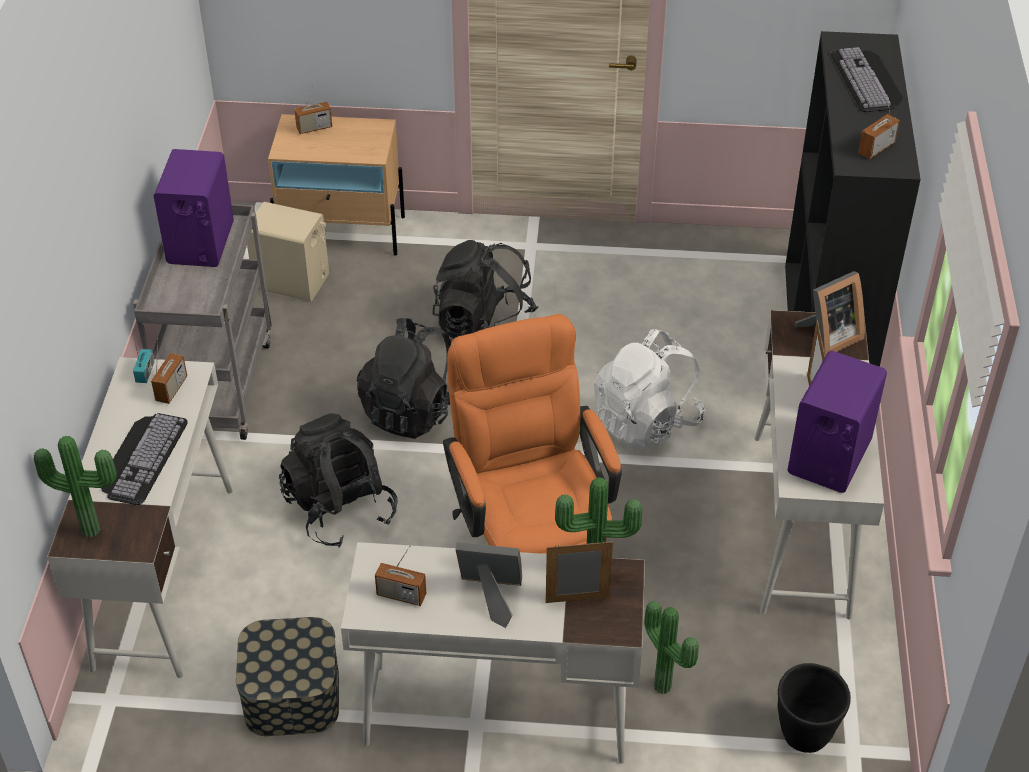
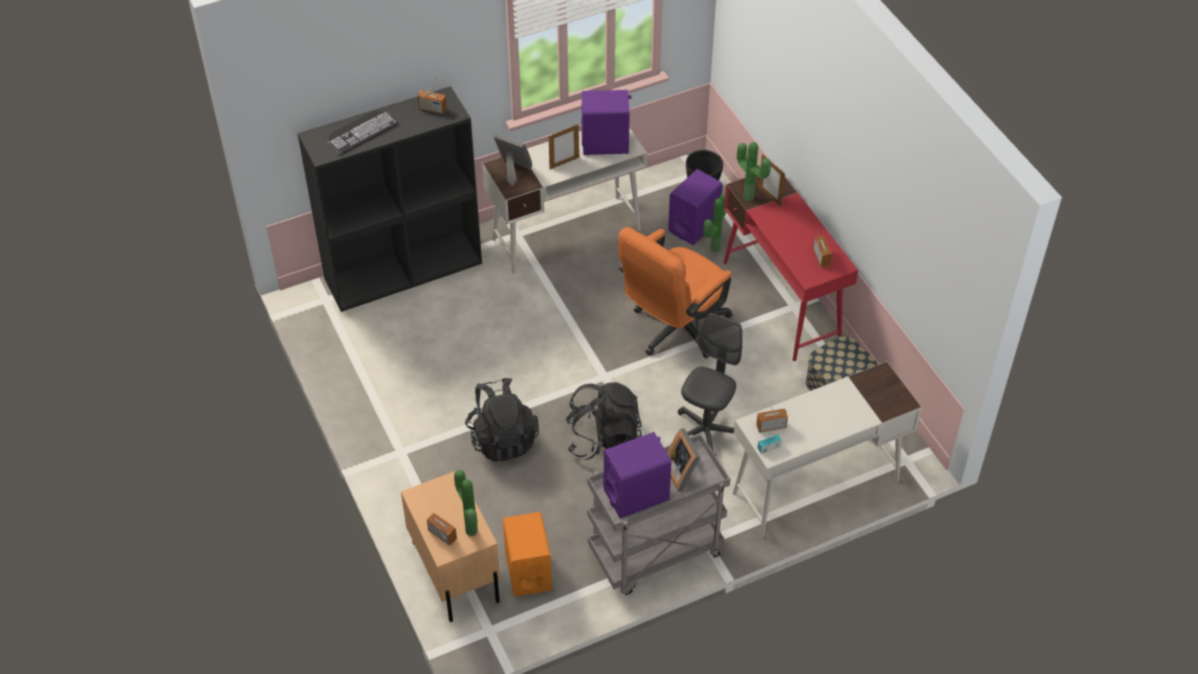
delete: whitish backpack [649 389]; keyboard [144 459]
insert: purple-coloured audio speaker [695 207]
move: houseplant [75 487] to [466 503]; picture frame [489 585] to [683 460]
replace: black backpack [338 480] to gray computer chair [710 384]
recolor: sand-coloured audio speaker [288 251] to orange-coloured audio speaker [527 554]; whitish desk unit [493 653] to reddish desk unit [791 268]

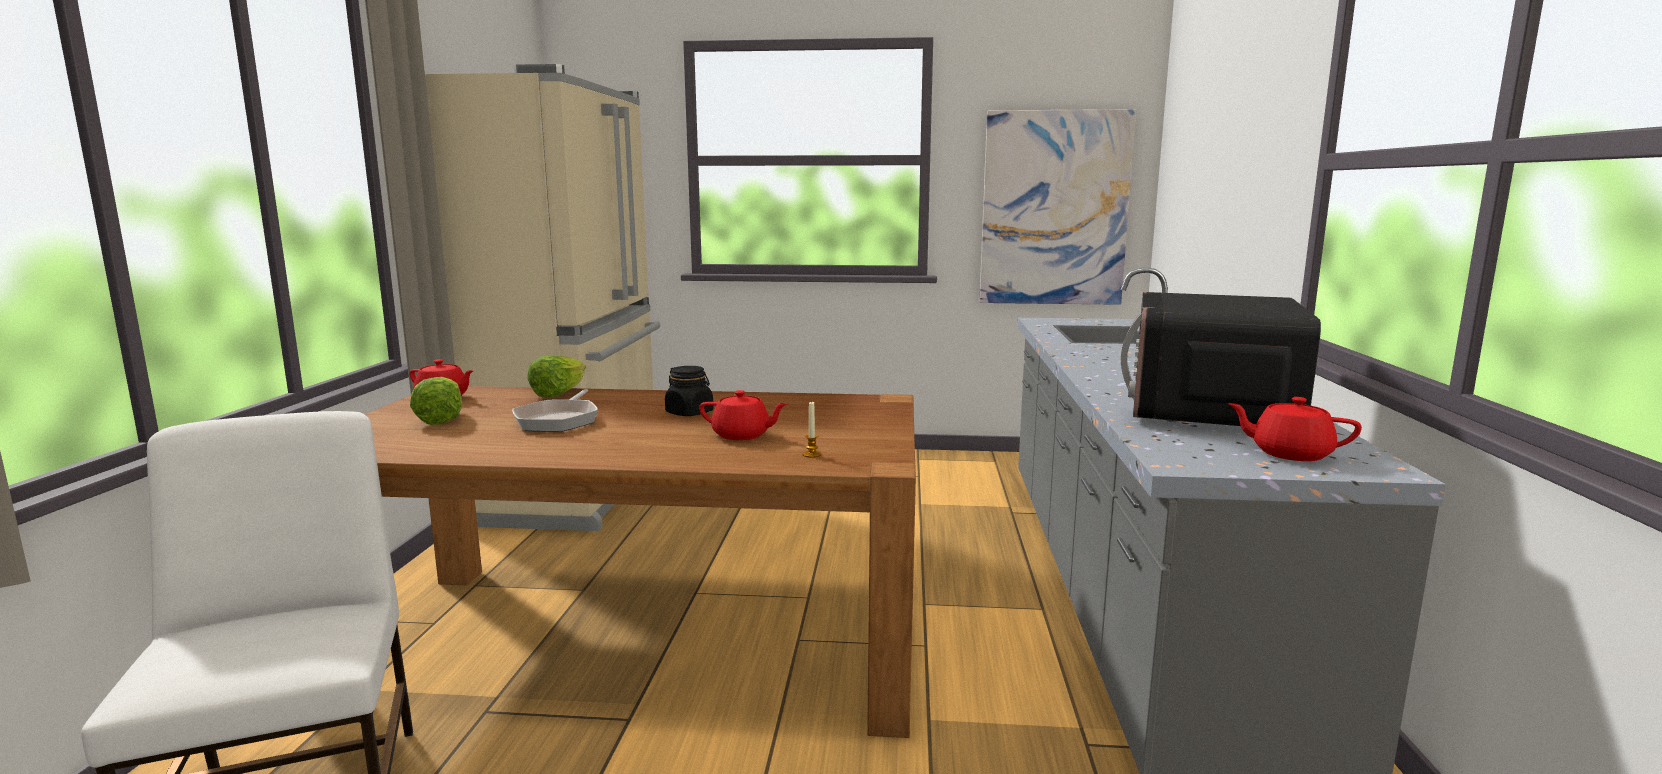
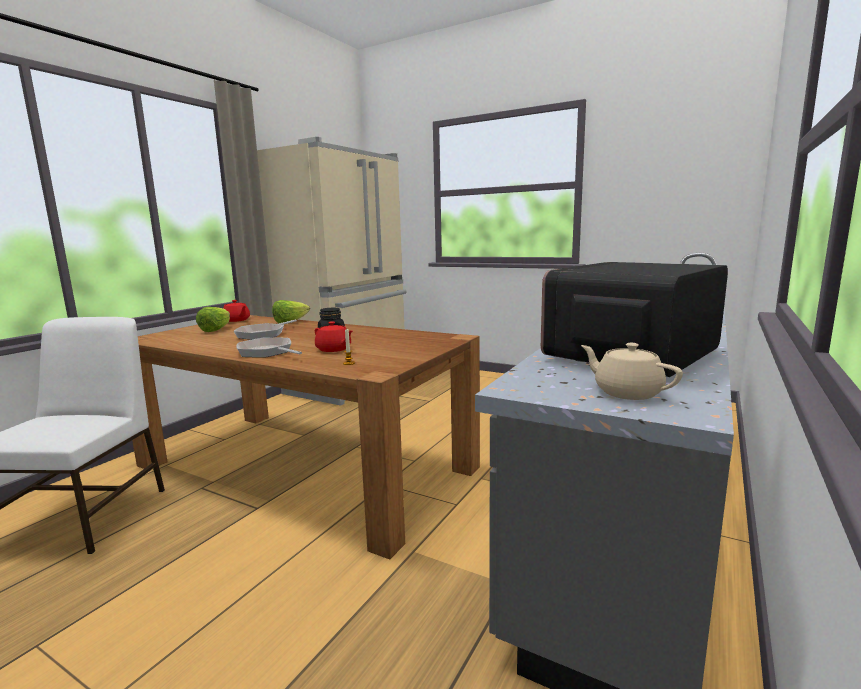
delete: wall art [1057 207]
insert: skillet [269 347]
recolor: reddish pot for tea [1294 429] to sand-coloured pot for tea [632 371]

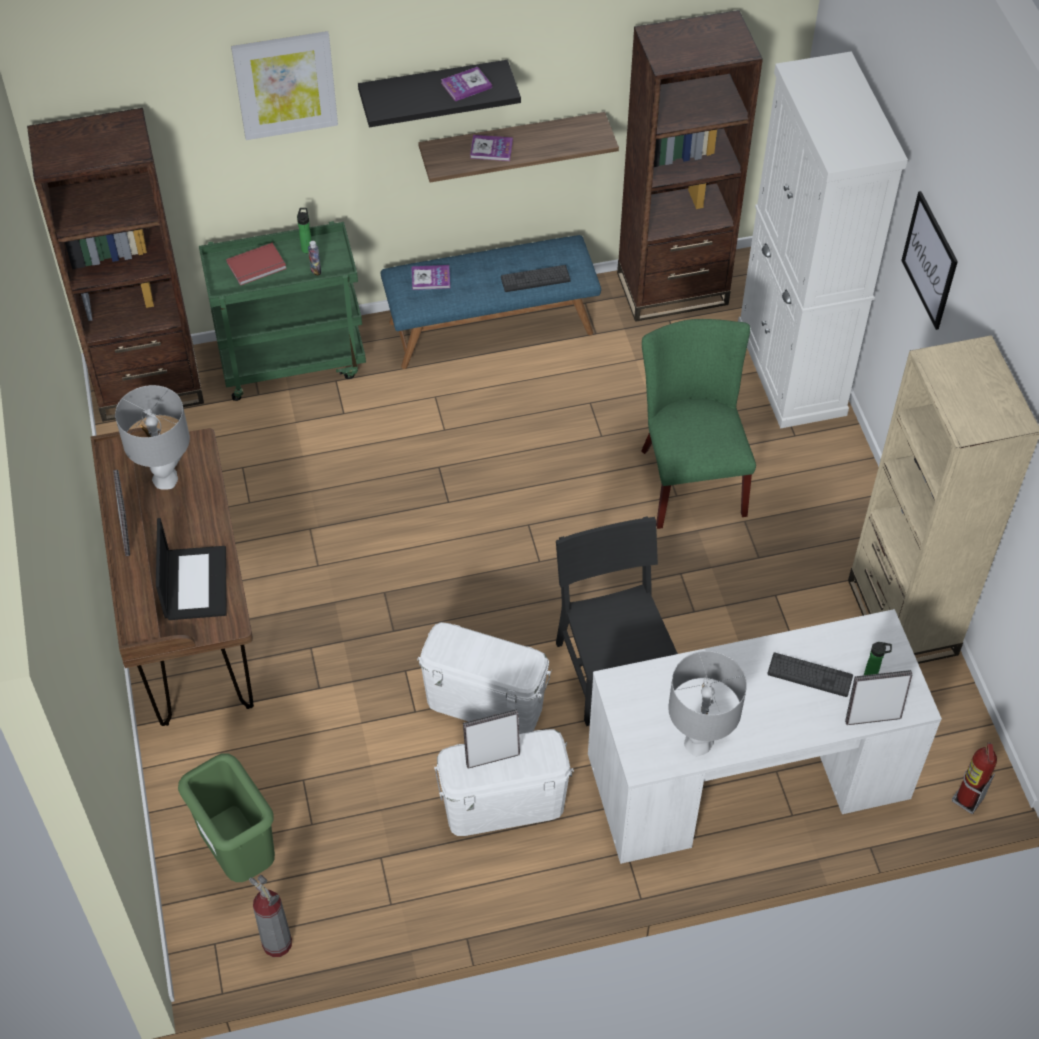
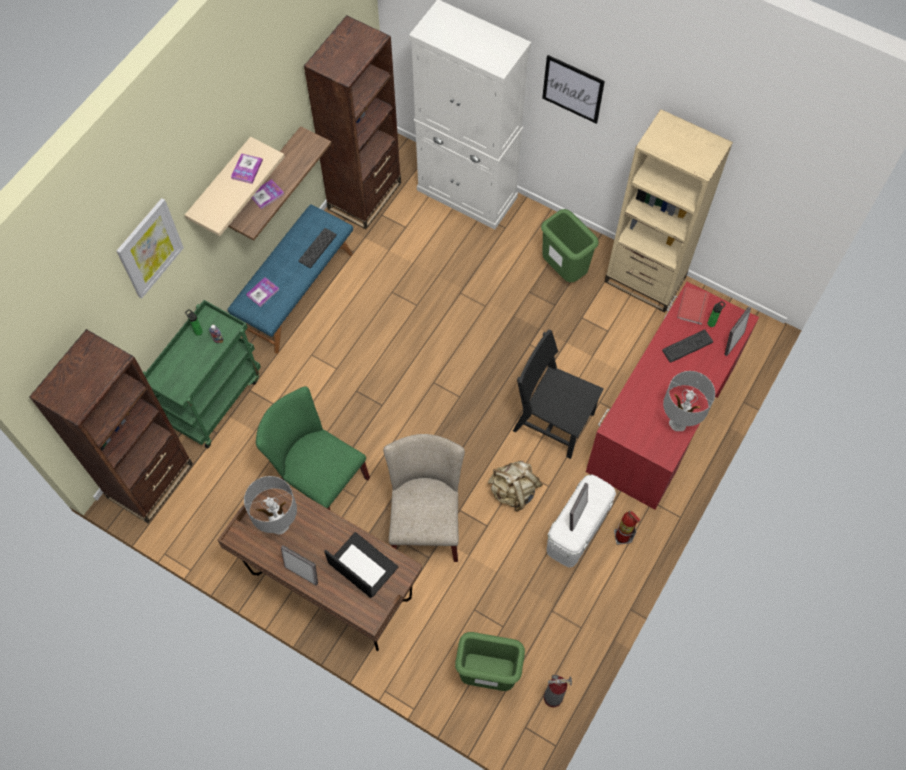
insert: green trash can [570 245]; sand-coloured chair [424 498]
move: reddish volume [256 264] to [693 306]; green chair [698 424] to [313 448]; fire-fighting cylinder [974 778] to [627 528]
replace: whitish storage box [484 678] to sand-coloured backpack [515 486]
recolor: black shelf [439 93] to sand-coloured shelf [235 186]; whitish desk unit [765 736] to reddish desk unit [672 396]

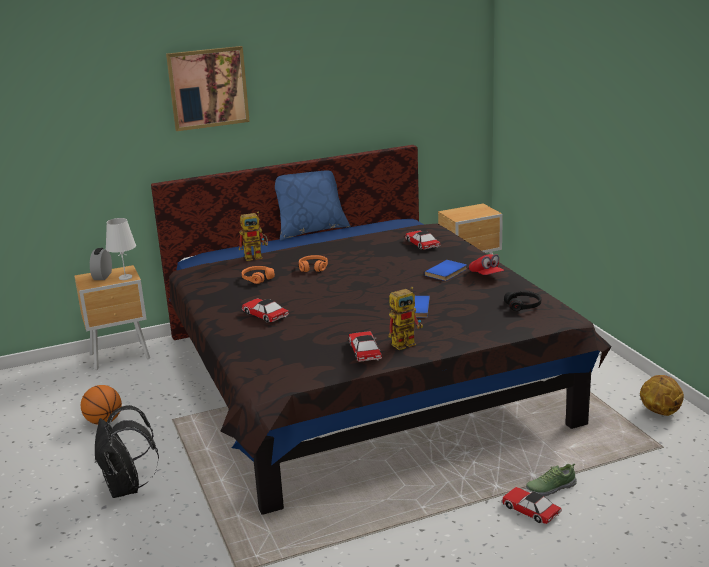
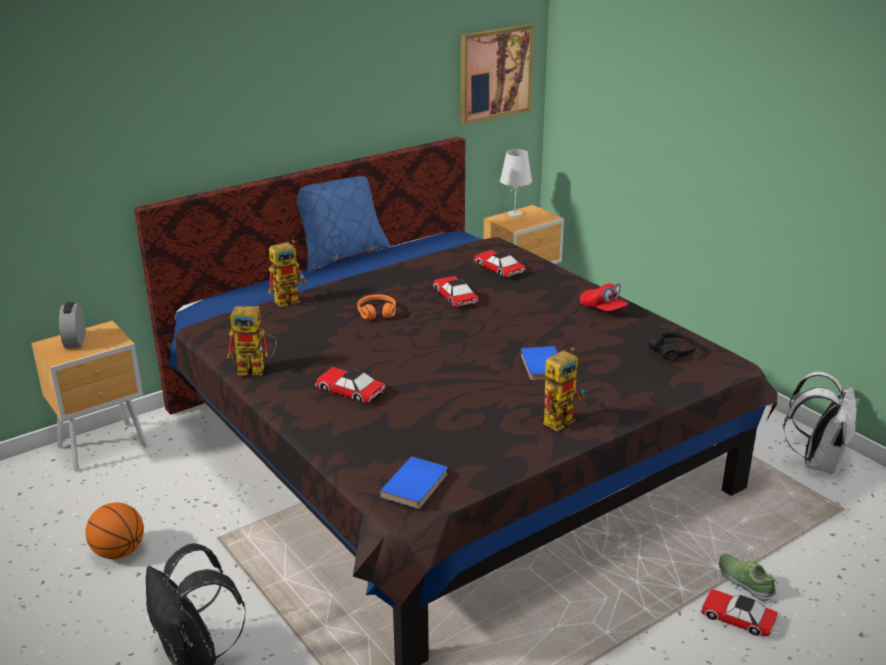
delete: orange-coloured pair of headphones [258 275]
insert: toy robot [252 341]
move: wall art [208 88] to [497 74]; whitish tabletop lamp [120 249] to [516 183]; blue volume [446 270] to [414 482]; toy car [365 346] to [456 291]
replace: ball for basketball [662 395] to whitish backpack [820 423]
rotate: item of footwear [551 480] = [747 577] 90 degrees clockwise

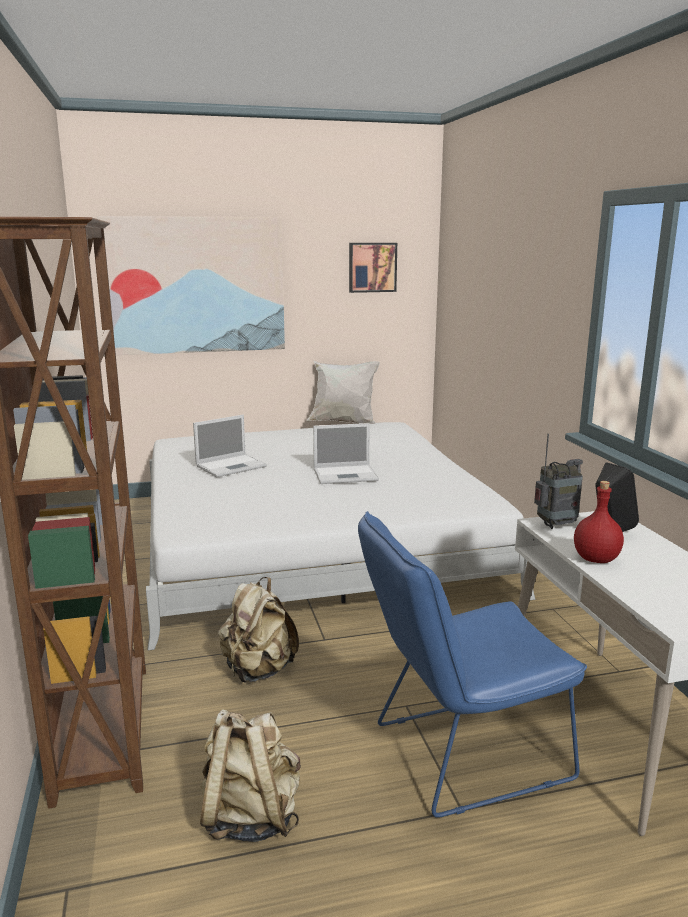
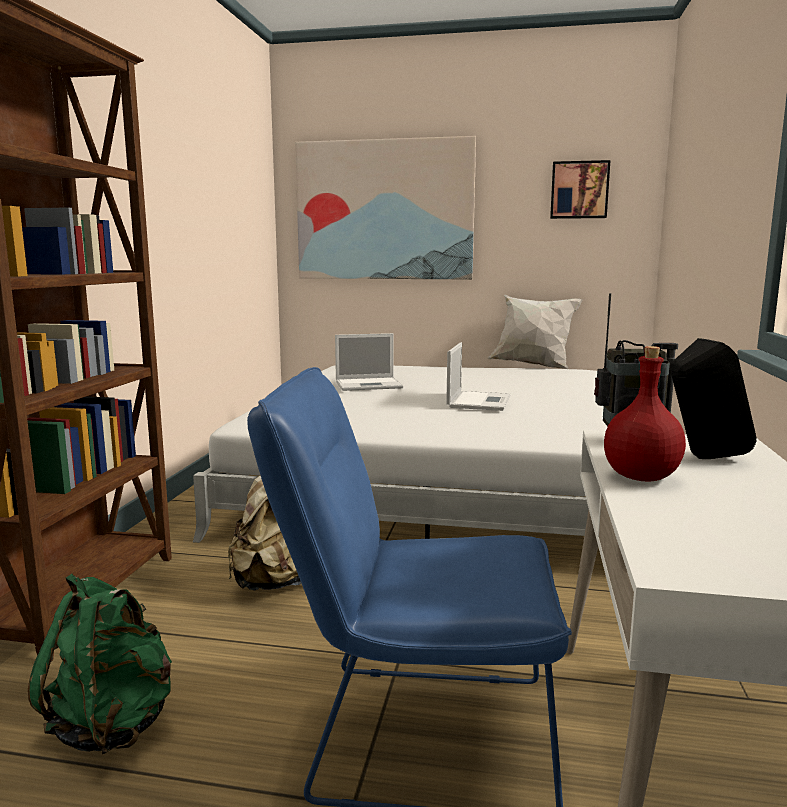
recolor: sand-coloured backpack [250 775] to green backpack [100 664]
rotate: portable computer [346 453] = [478 376] 90 degrees counterclockwise

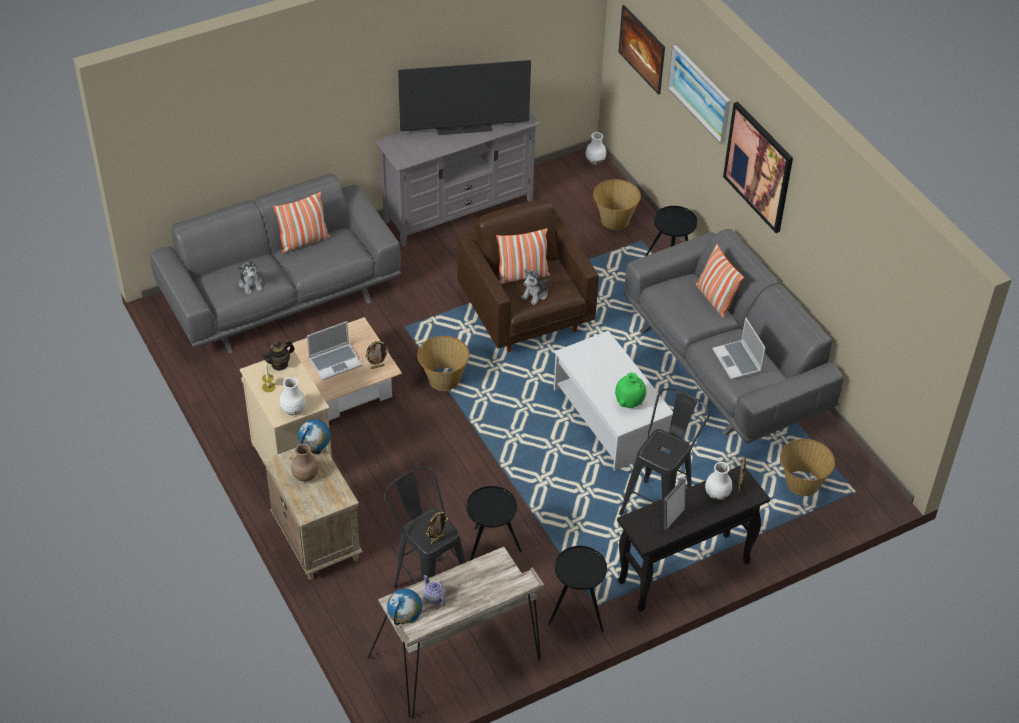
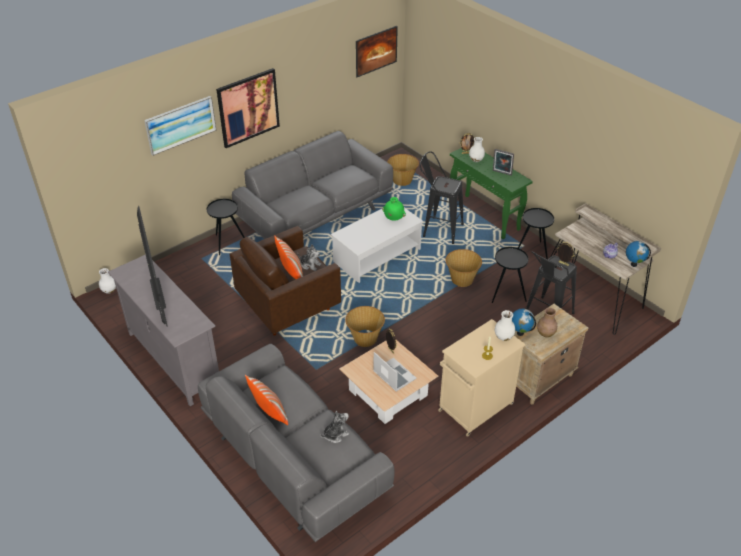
delete: pillow [720 281]; portable computer [738 348]; pot for tea [278 355]
move: wall art [641 50] to [377 51]; storage basket [617 204] to [464 268]
recolor: black console table [693 539] to green console table [491 193]

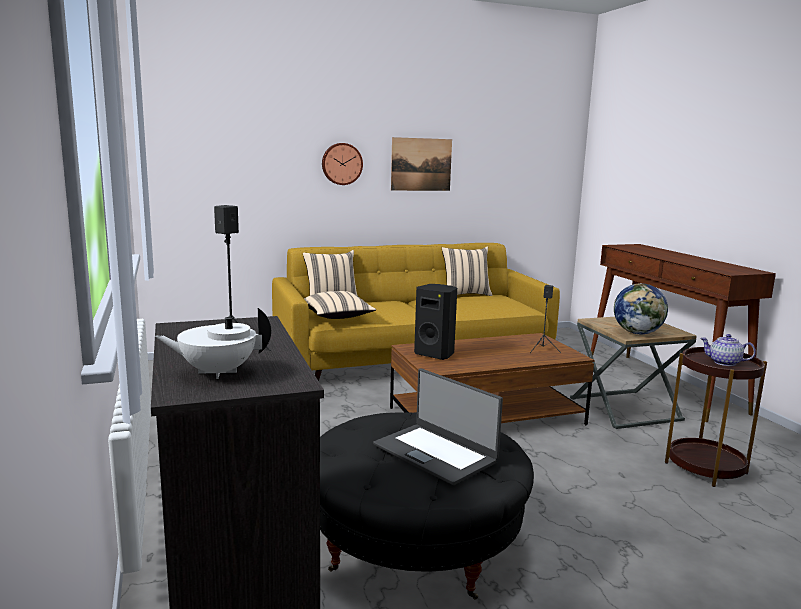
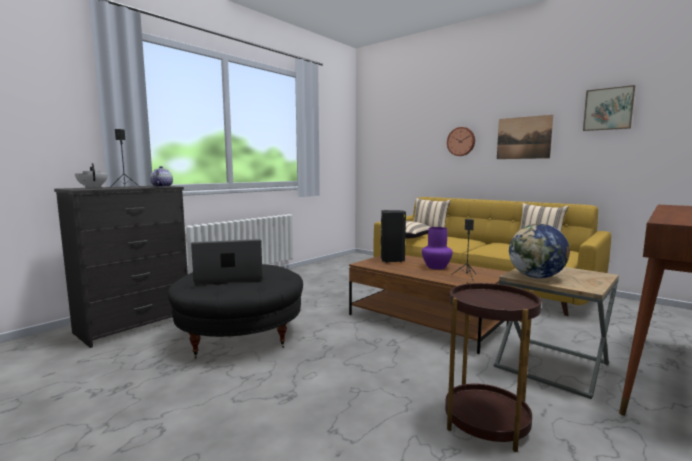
insert: wall art [609 108]; purple-coloured decorative vase [437 248]
move: pot for tea [728 350] to [161 176]
rotate: portable computer [438 426] = [227 261] 60 degrees clockwise

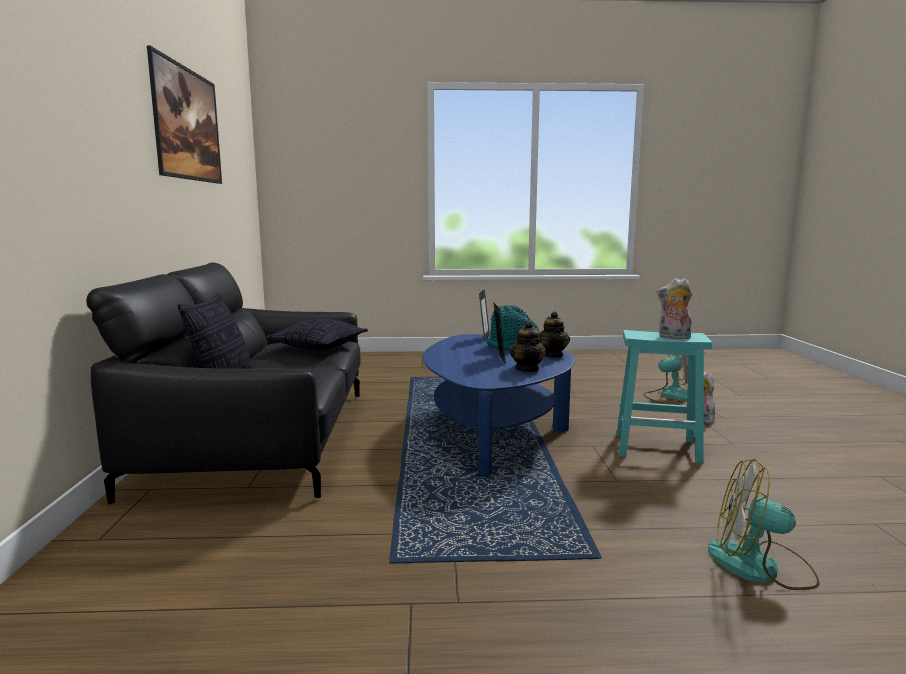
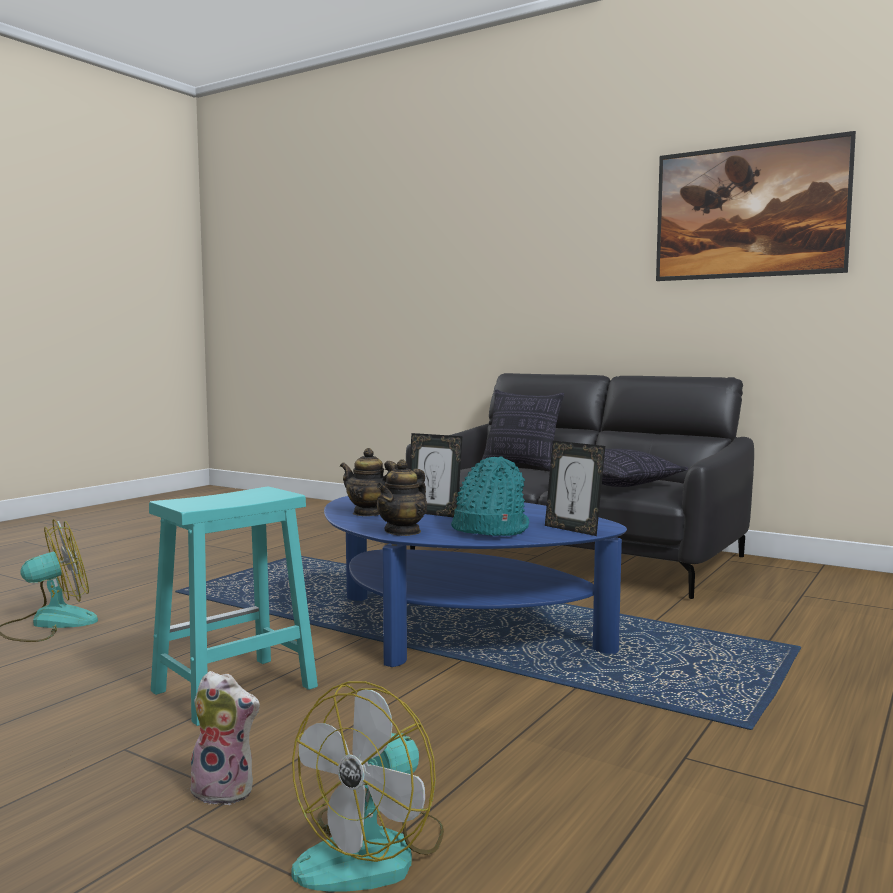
delete: cuddly toy [674 308]
rotate: pot for tea [554 334] = [401 497] 90 degrees counterclockwise

